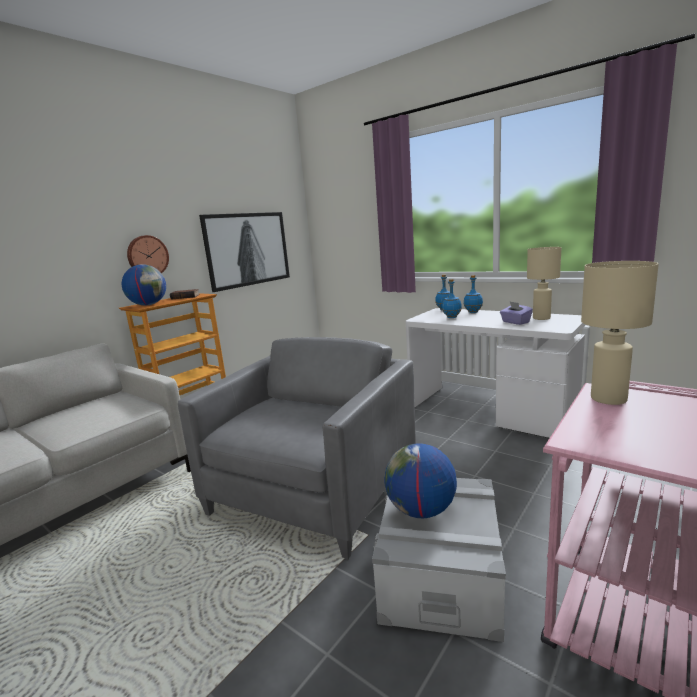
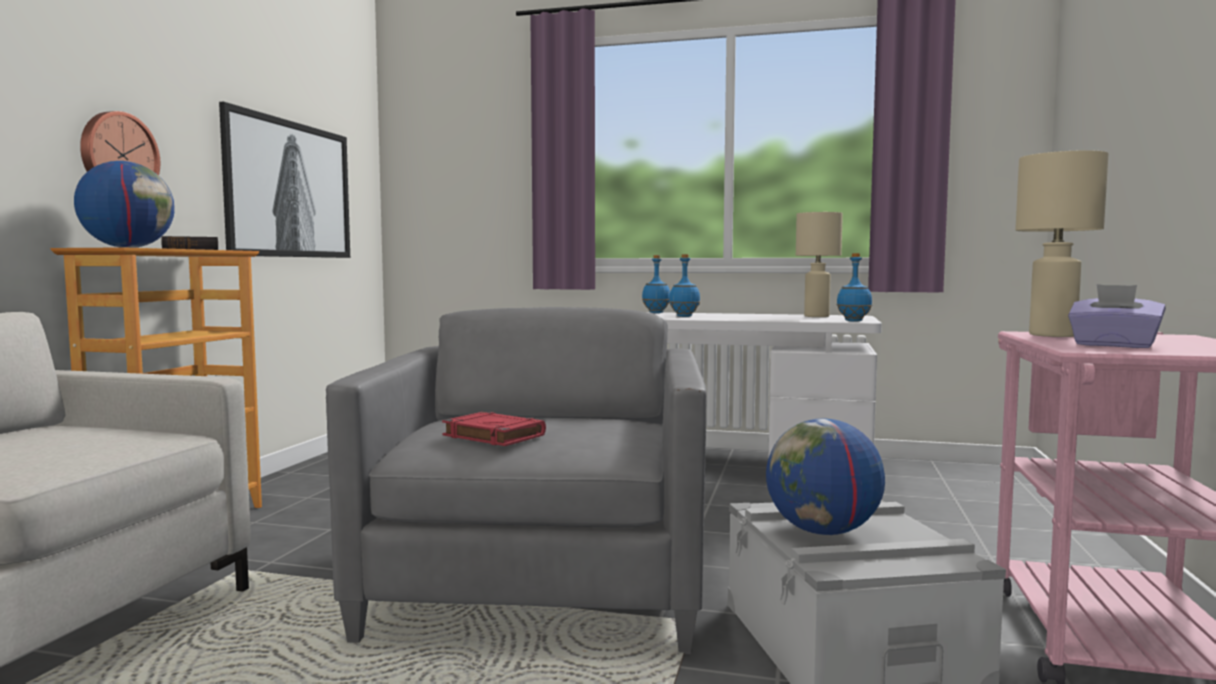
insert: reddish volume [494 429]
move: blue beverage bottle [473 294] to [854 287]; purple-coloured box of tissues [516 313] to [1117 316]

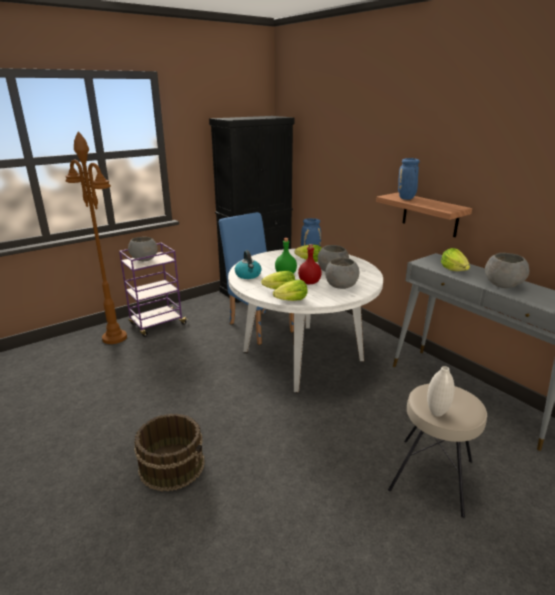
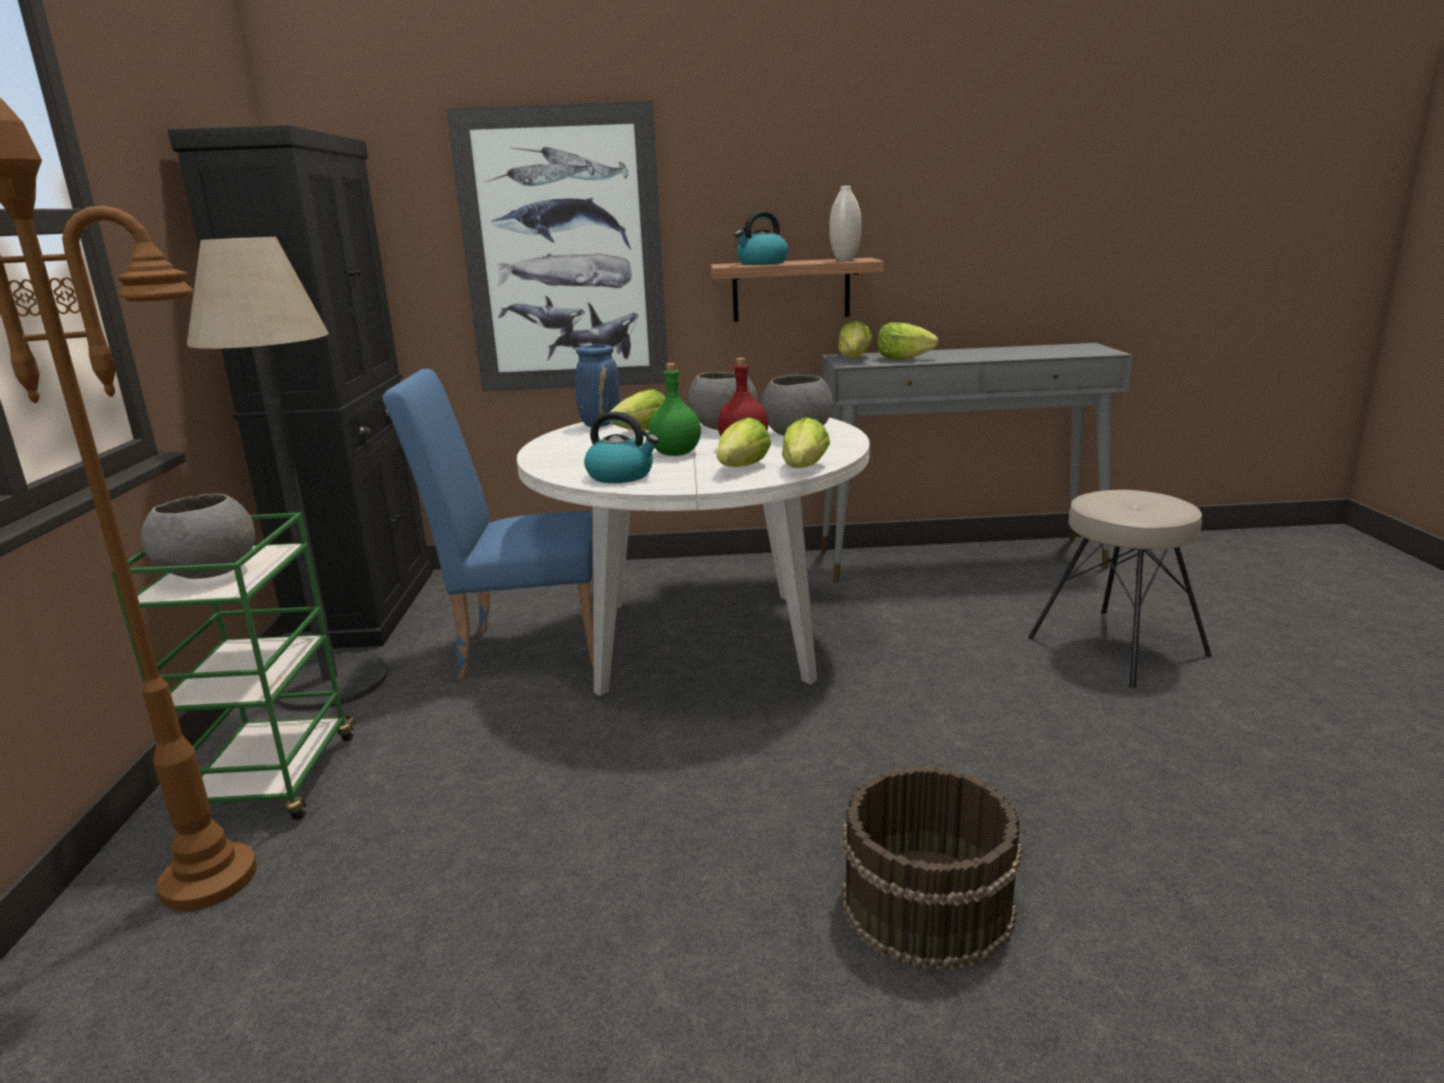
delete: gray serving bowl [507 270]
insert: wall art [557 246]; standard lamp [287 474]; lettuce [855 339]
move: whitish decorative vase [441 391] to [845 223]
replace: blue decorative vase [409 179] to kettle [762 238]
recolor: purple-coloured wheeled cart [154 290] to green wheeled cart [233 666]

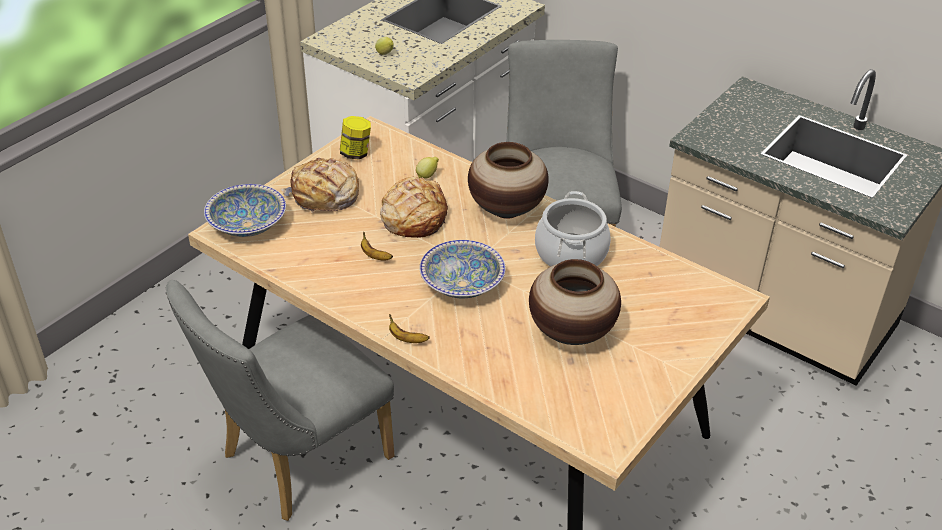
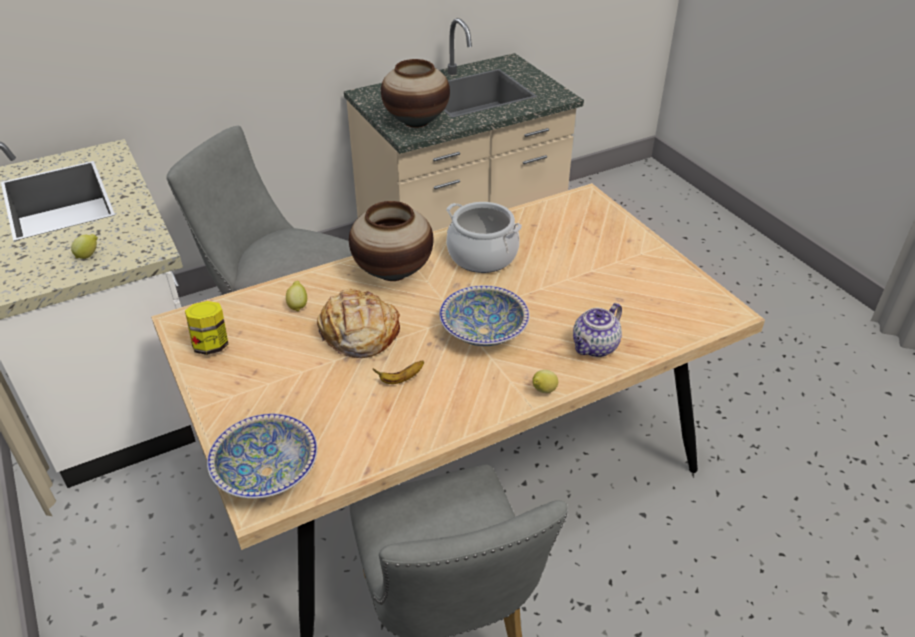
delete: baked bread [320 185]
insert: pot for tea [597 330]
move: decorative vase [575 302] to [415 93]
replace: banana [409 328] to whole lemon [545 381]

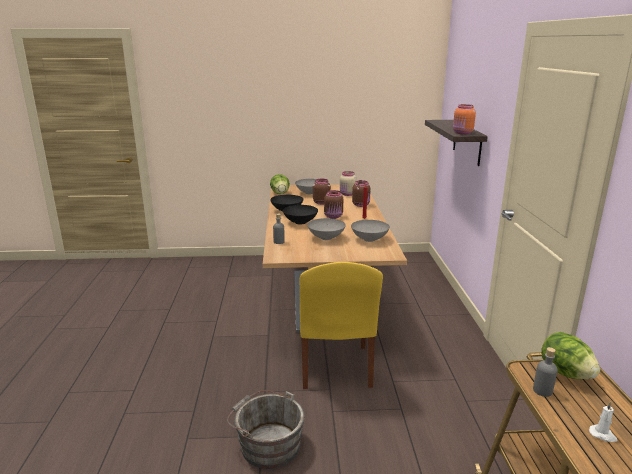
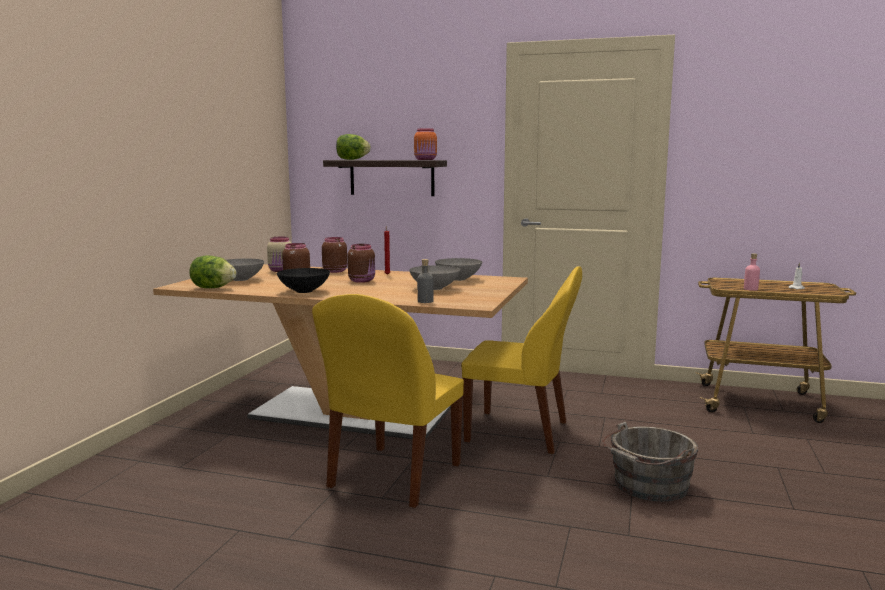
delete: black serving bowl [300 215]
insert: yellowish chair [388 401]
move: lettuce [570 355] to [353 147]
recolor: gray beverage bottle [545 372] to pink beverage bottle [752 272]

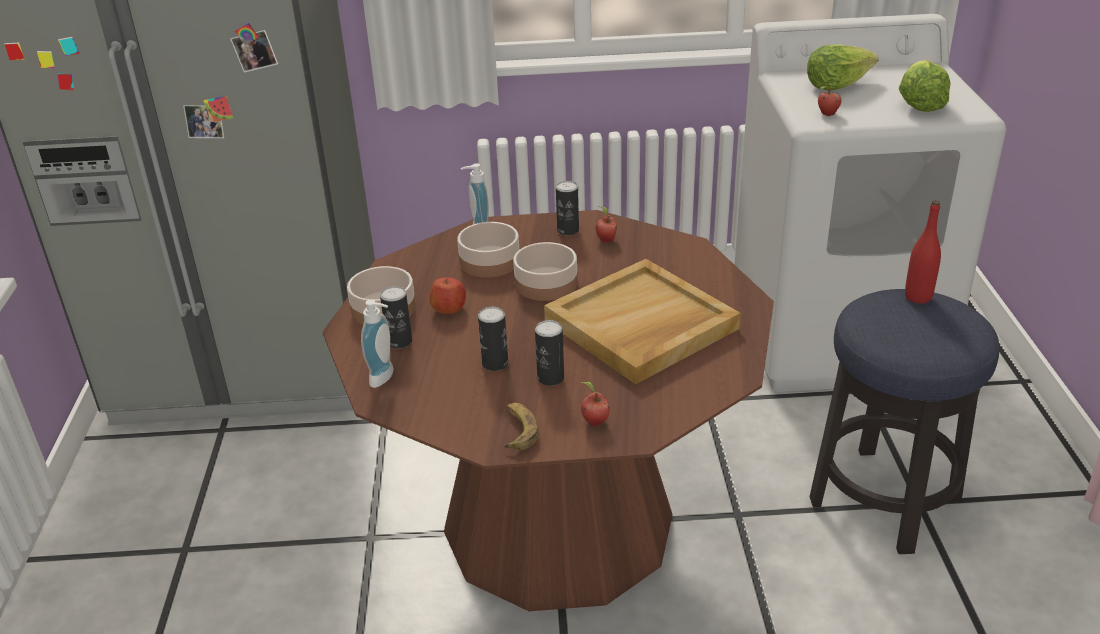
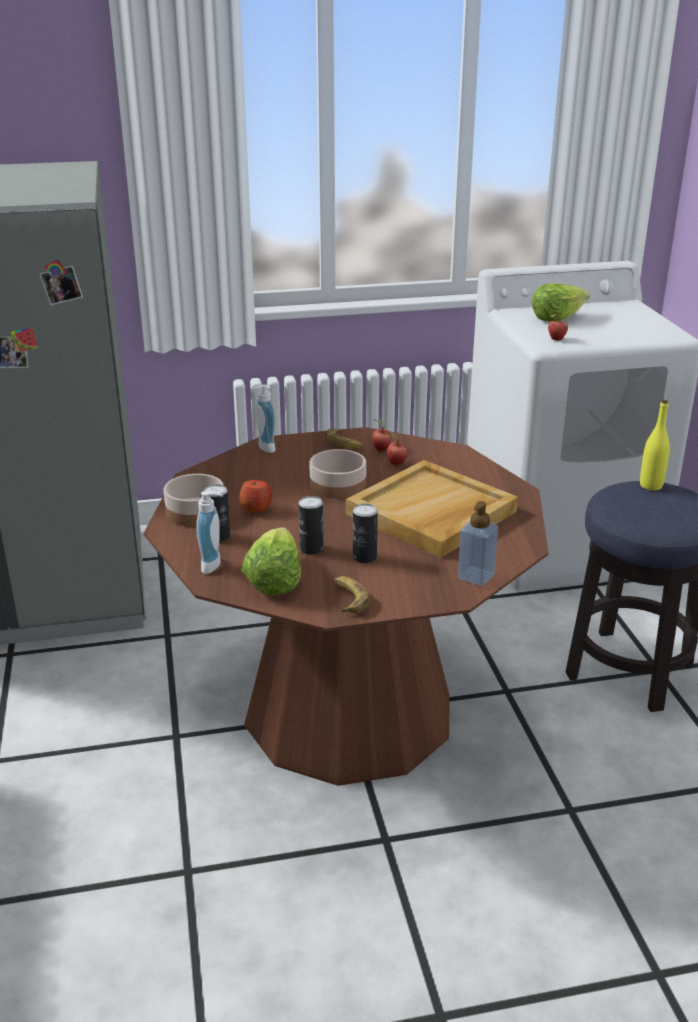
delete: serving bowl [488 250]
insert: soap bottle [478 543]
move: lettuce [925 86] to [271 561]; apple fruit [595 404] to [397 450]
replace: can [567 208] to banana [344 439]
recolor: reddish beverage bottle [923 252] to yellowish beverage bottle [655 445]

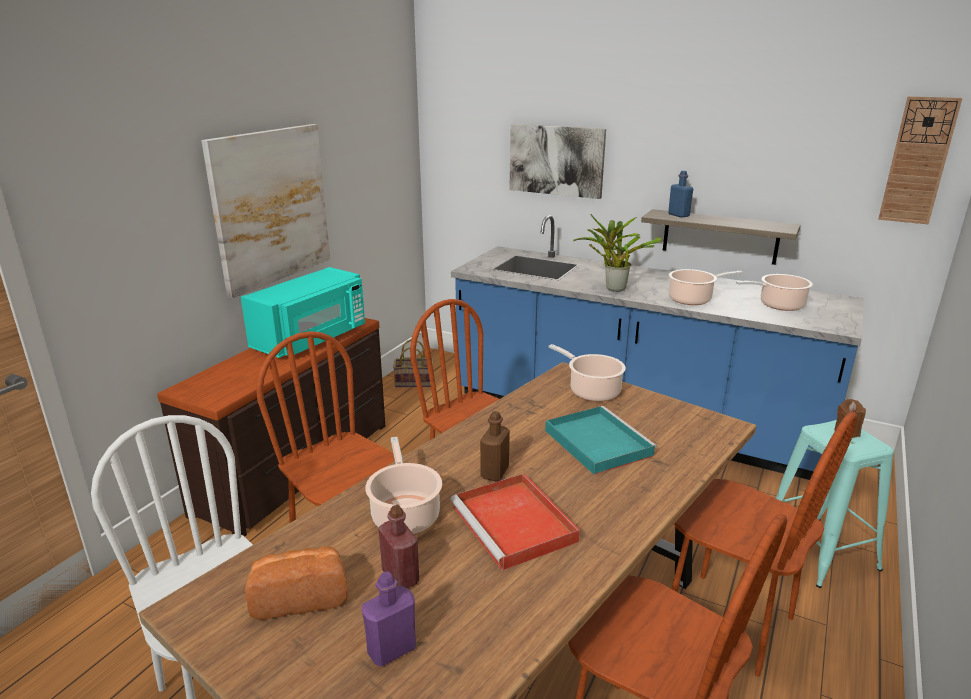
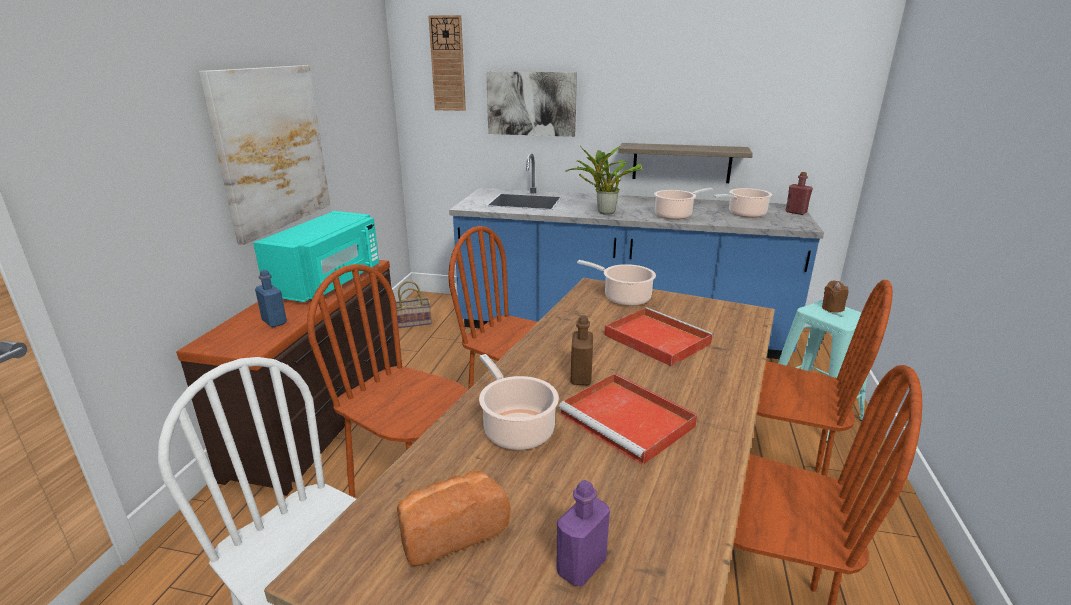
move: wall clock [920 160] to [447 63]; blue beverage bottle [680 194] to [271 298]; reddish beverage bottle [399 546] to [799 193]
recolor: blue-green tray [601 440] to reddish tray [659 336]

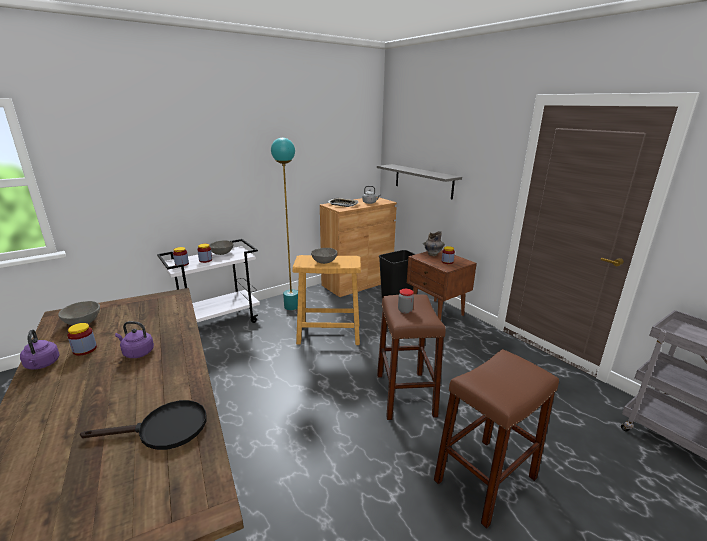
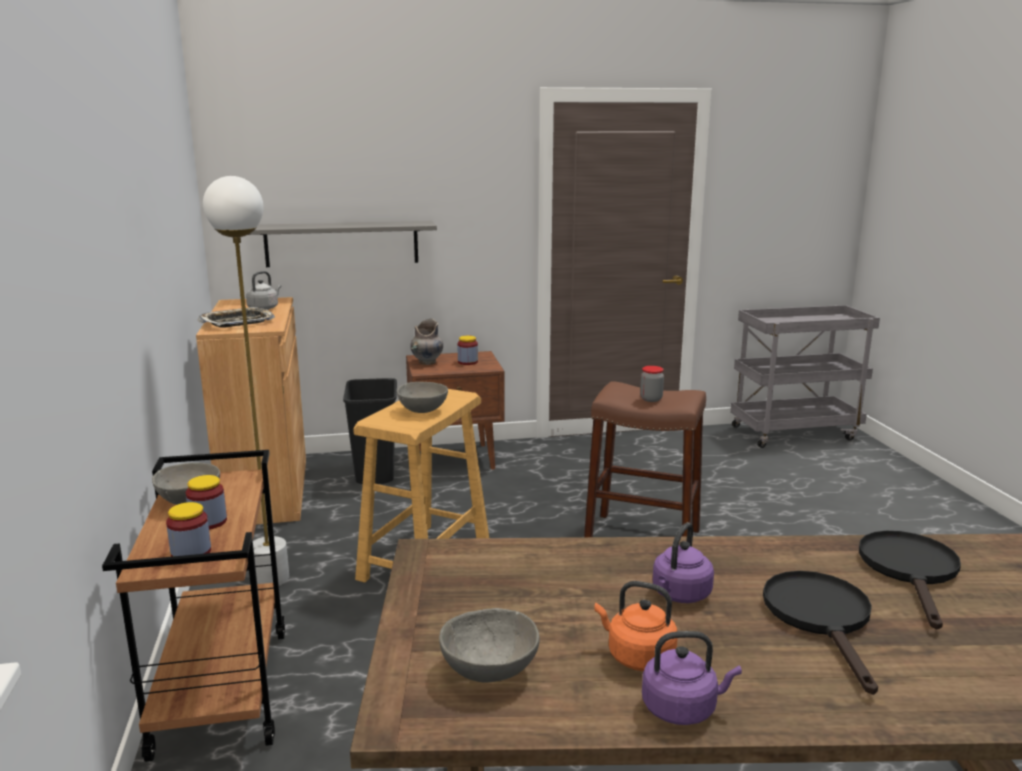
delete: brown-coloured stool seat [496 439]
insert: black skillet [820 633]
replace: storage jar [82 339] to orange-coloured kettle [635 626]
recolor: blue-green standard lamp [284 224] to whitish standard lamp [246 381]; whitish wheeled cart [208 281] to brown-coloured wheeled cart [193 606]

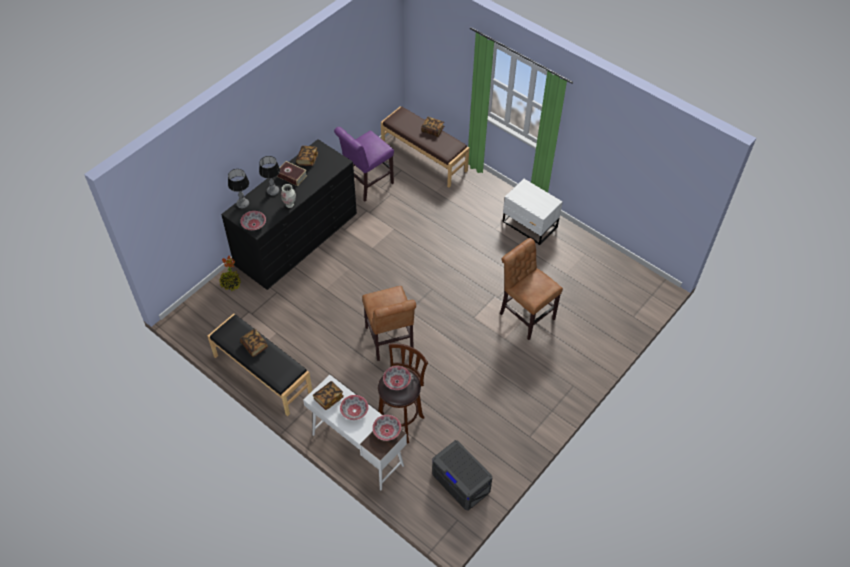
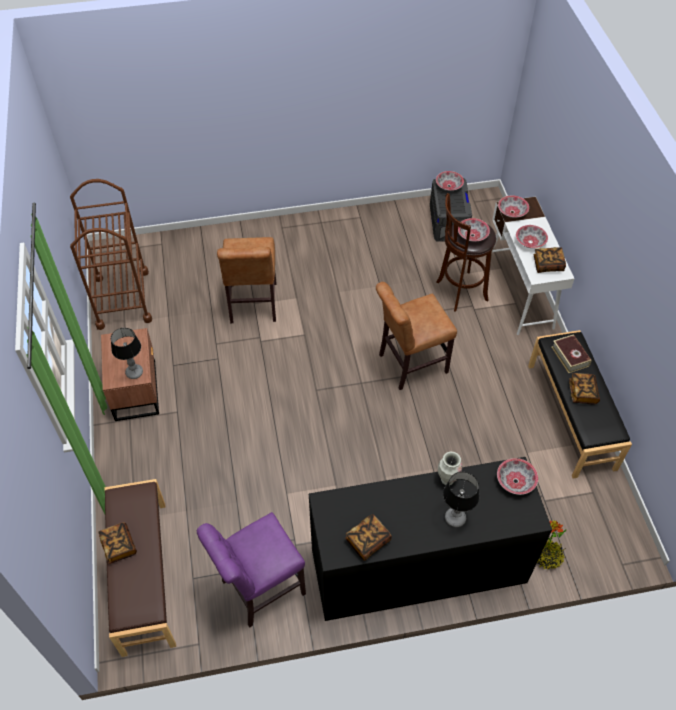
insert: serving bowl [450 181]; brown-coloured wheeled cart [111 254]
move: volume [292 173] to [571 353]; tabletop lamp [238 188] to [127 353]
recolor: whitish nightstand [532 212] to brown-coloured nightstand [130 374]
rotate: purple-coloured chair [364 164] = [251 570] 150 degrees clockwise; brown-coloured chair [389 323] = [416 336] 135 degrees counterclockwise

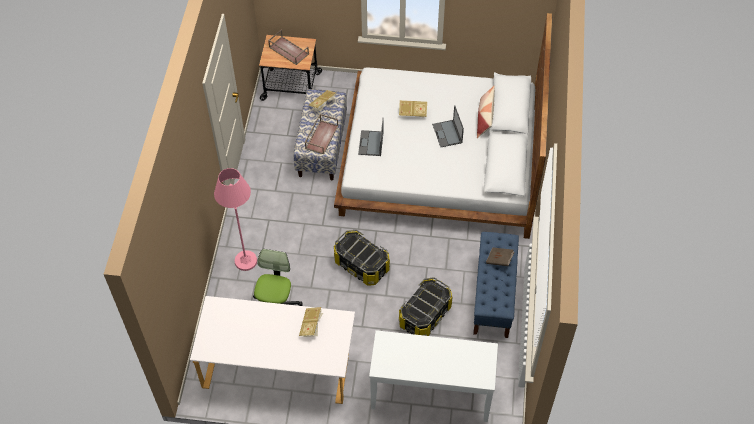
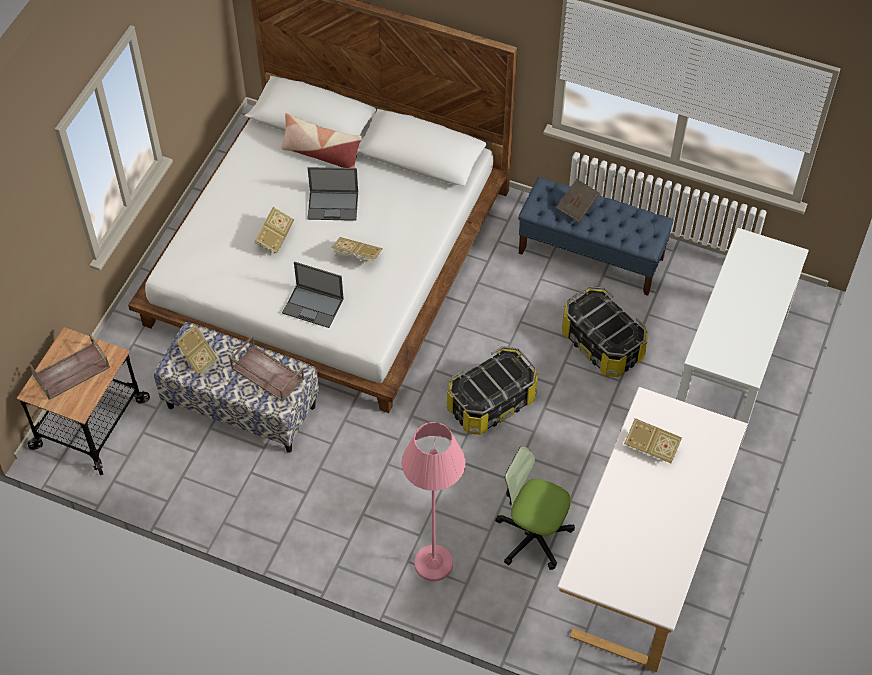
insert: volume [357 251]

